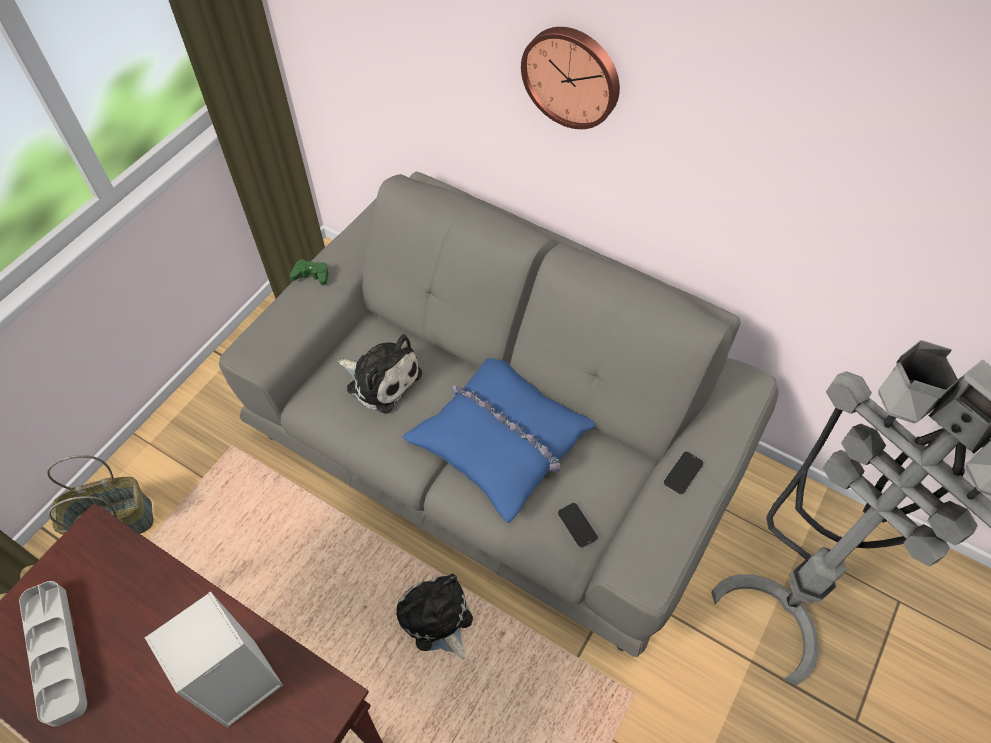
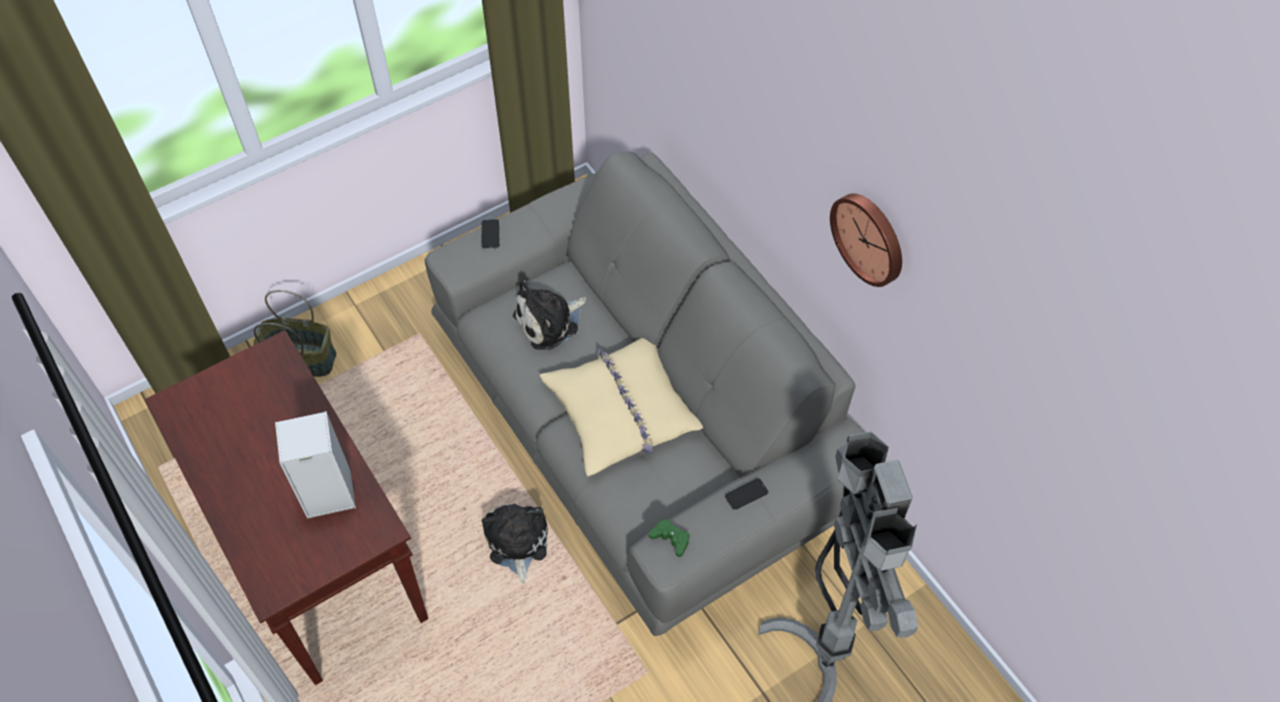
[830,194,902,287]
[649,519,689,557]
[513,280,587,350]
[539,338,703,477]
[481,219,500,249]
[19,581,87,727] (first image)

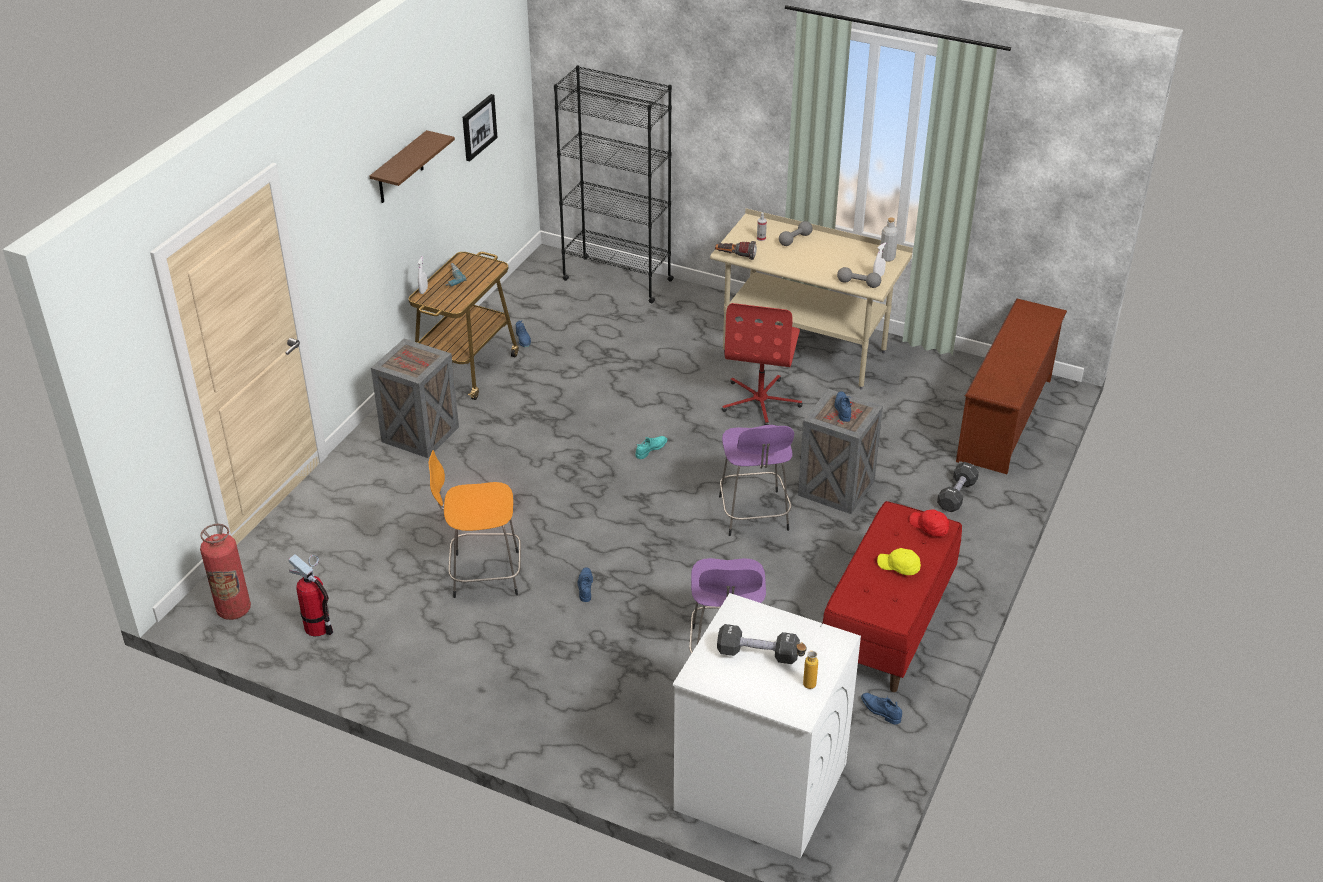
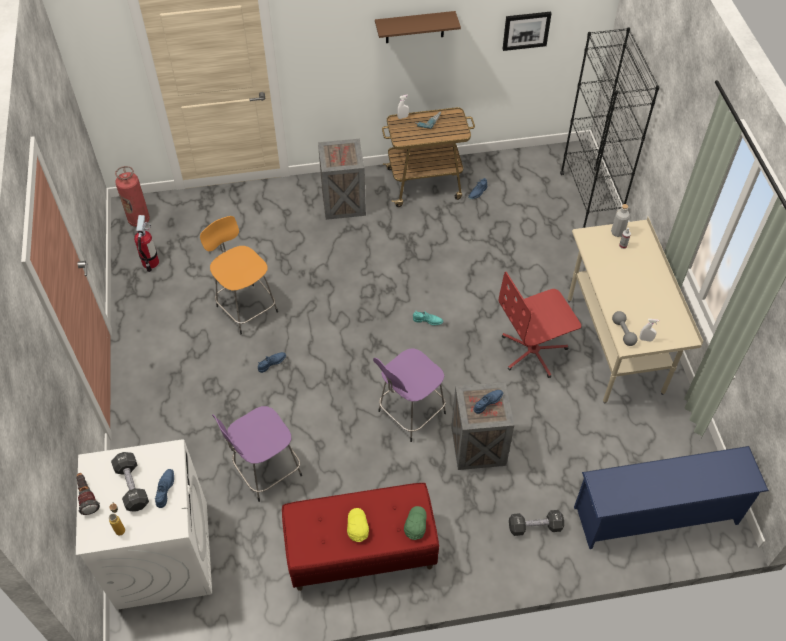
[611,204,630,237]
[779,221,813,246] (first image)
[76,473,100,515]
[574,446,769,549]
[404,506,427,540]
[155,469,174,508]

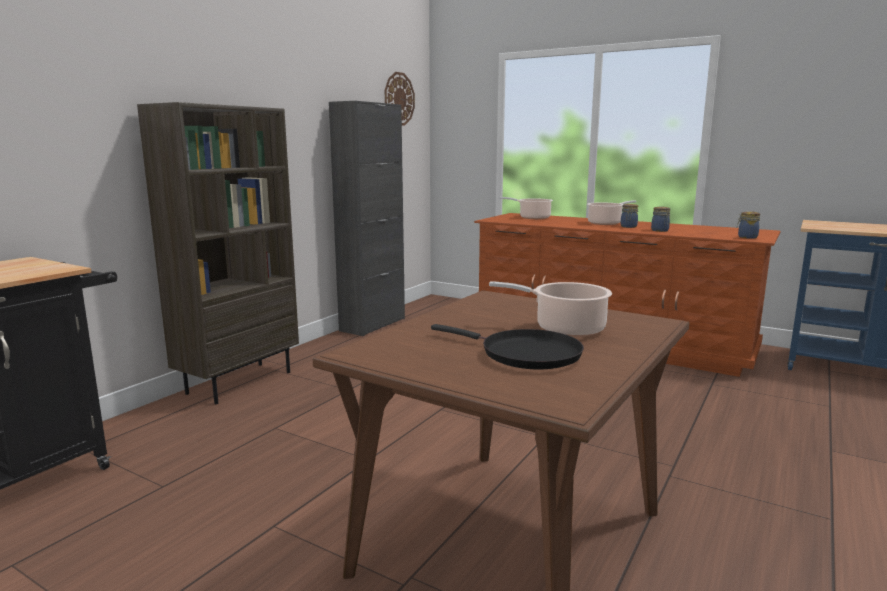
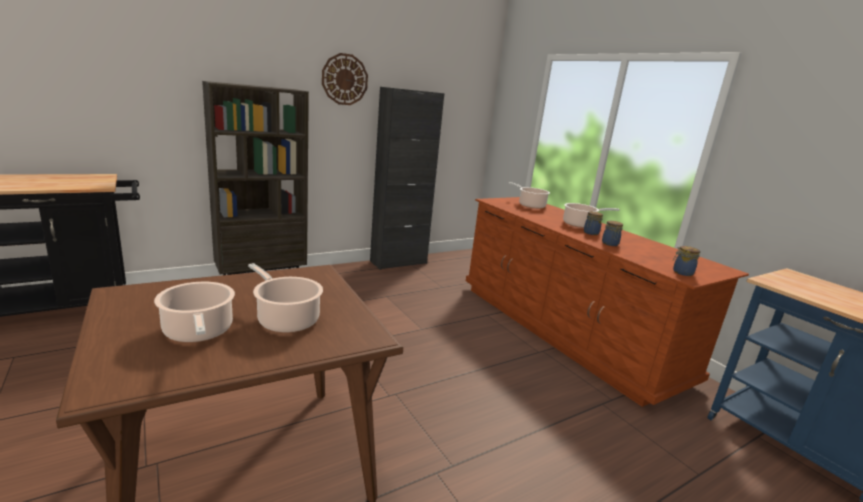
[322,53,368,105]
[154,282,235,343]

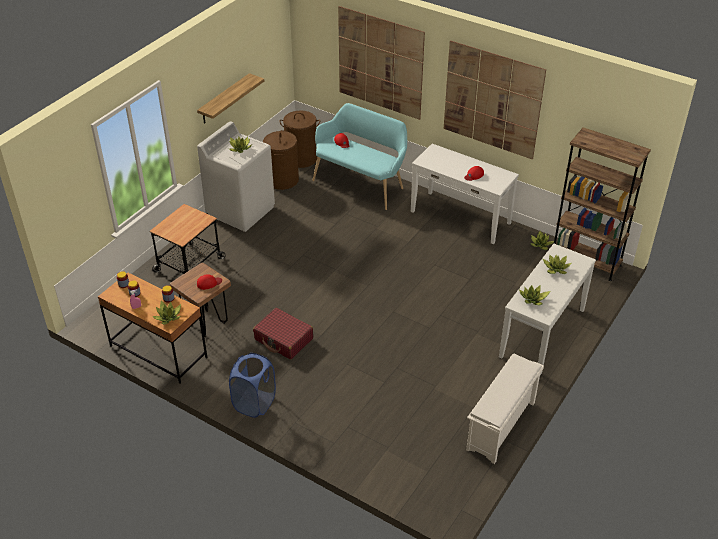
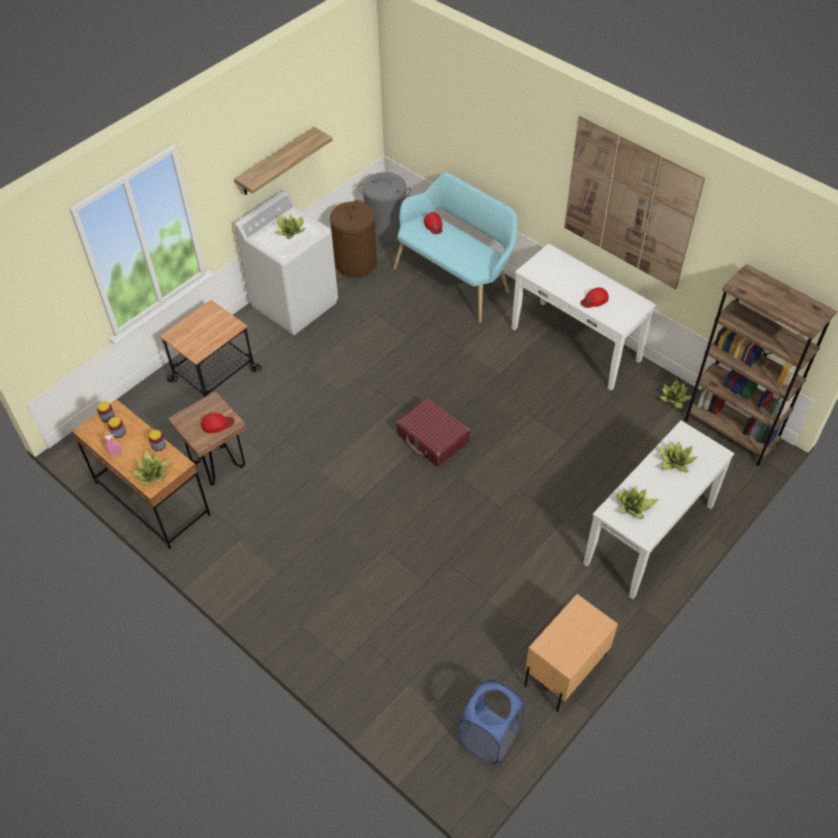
[338,6,425,120] (first image)
[358,172,411,247]
[396,398,470,467]
[459,680,525,765]
[524,594,618,712]

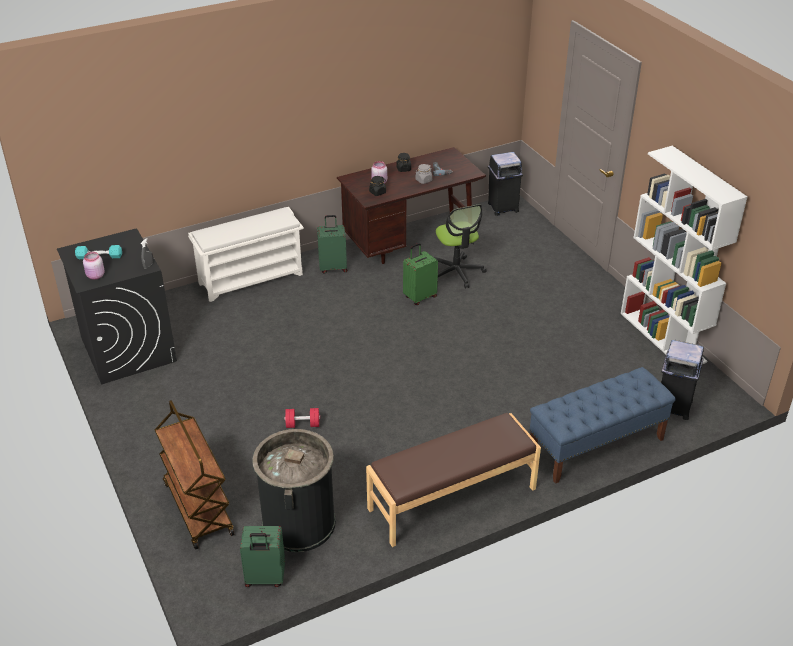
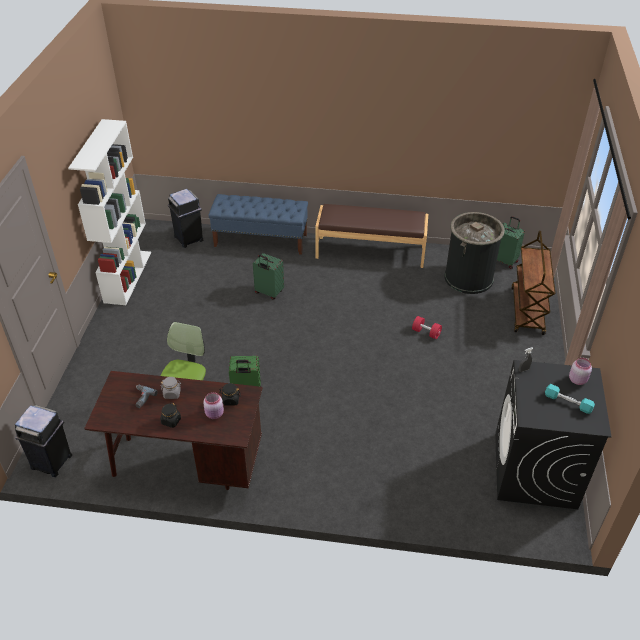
[188,207,304,302] (first image)
[253,253,284,300]

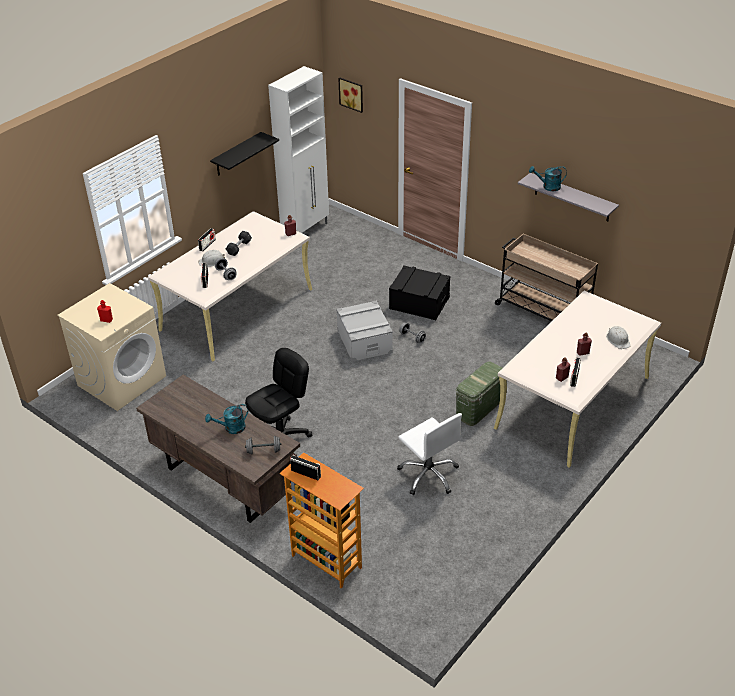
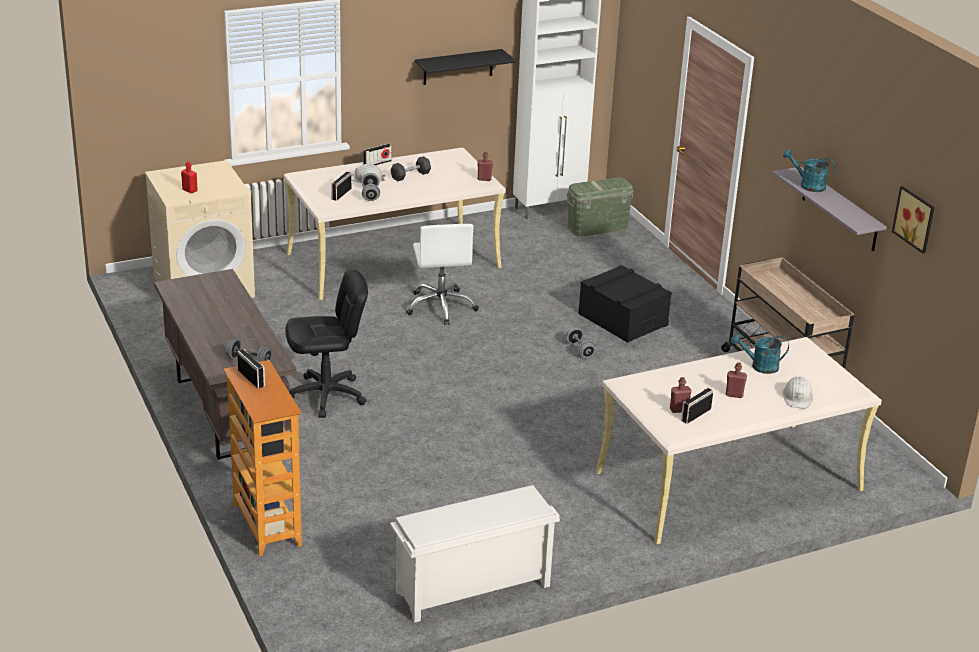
[892,186,935,253]
[336,300,393,362] (first image)
[567,177,634,237]
[731,333,789,374]
[406,224,479,325]
[390,485,560,623]

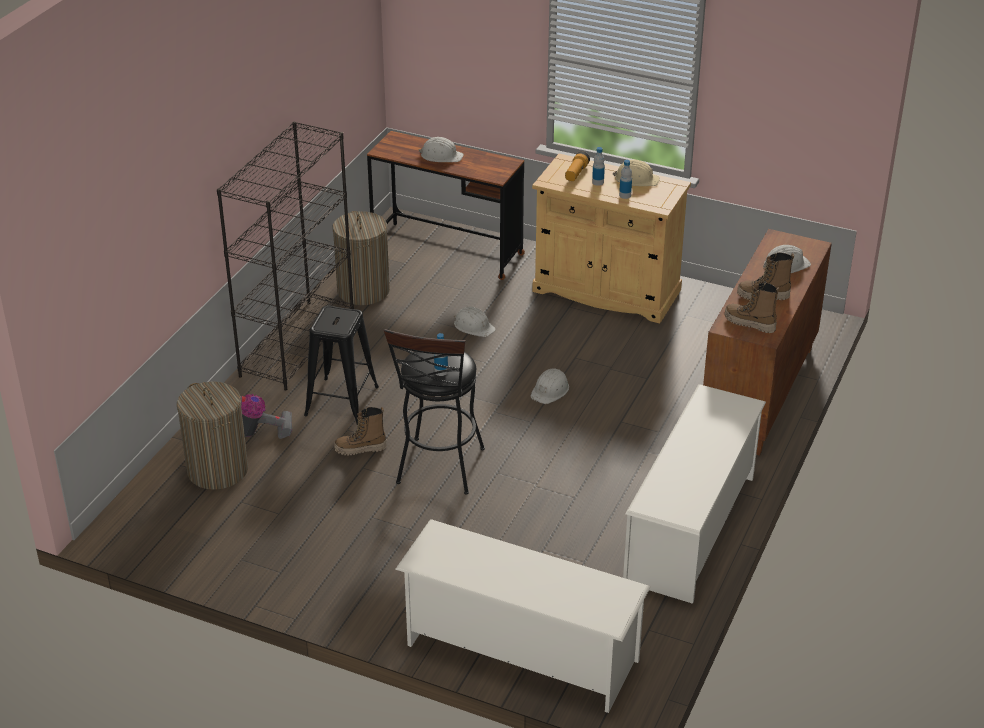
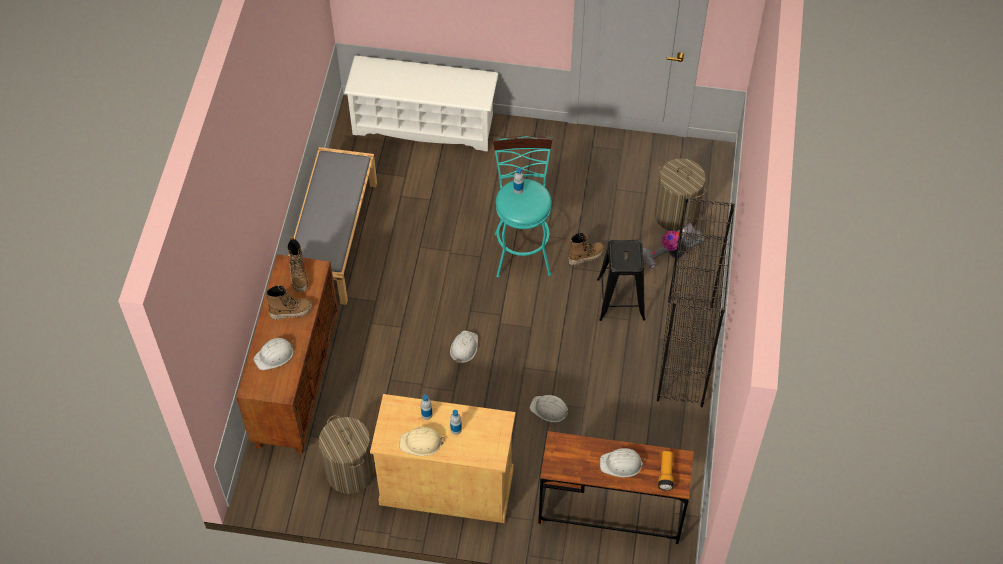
[658,451,674,491]
[319,415,375,494]
[287,237,308,292]
[493,136,553,278]
[288,147,377,305]

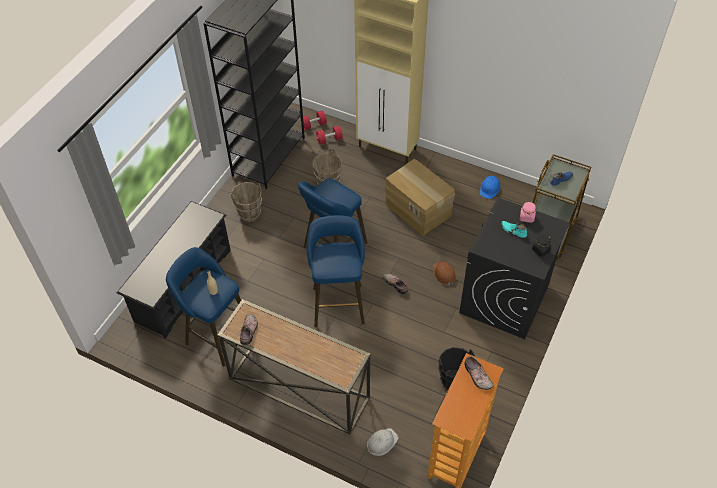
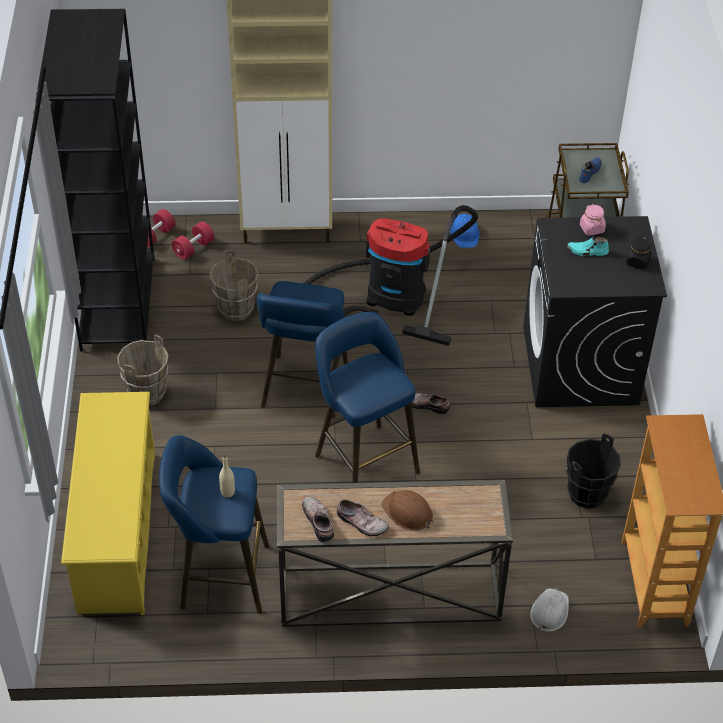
[303,205,478,346]
[61,392,155,615]
[381,490,433,531]
[337,499,389,536]

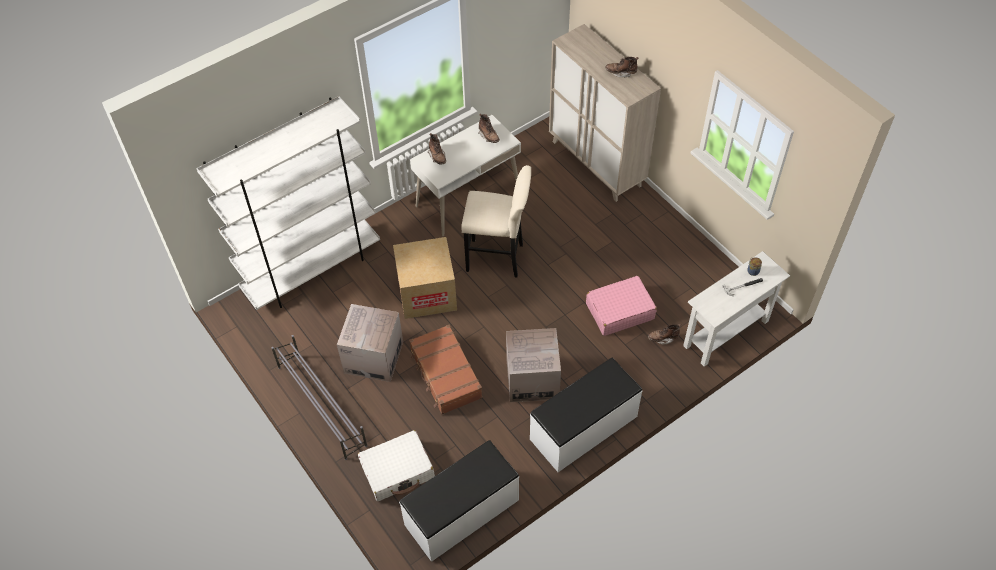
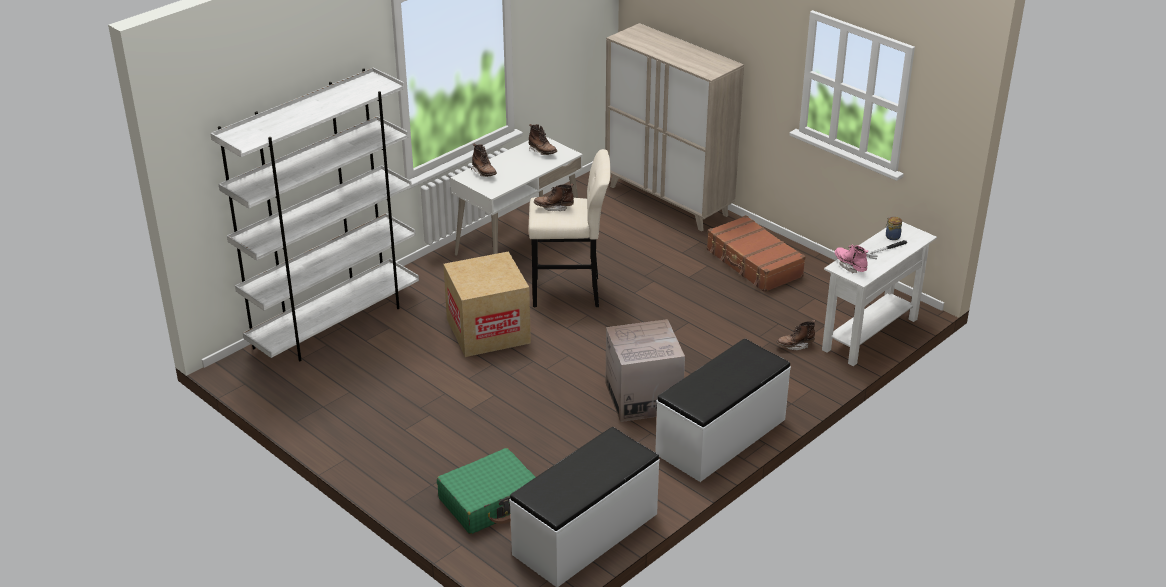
[534,183,574,211]
[586,276,657,336] (first image)
[337,304,403,382] (first image)
[707,215,806,292]
[271,335,367,460] (first image)
[437,448,535,534]
[834,244,868,273]

